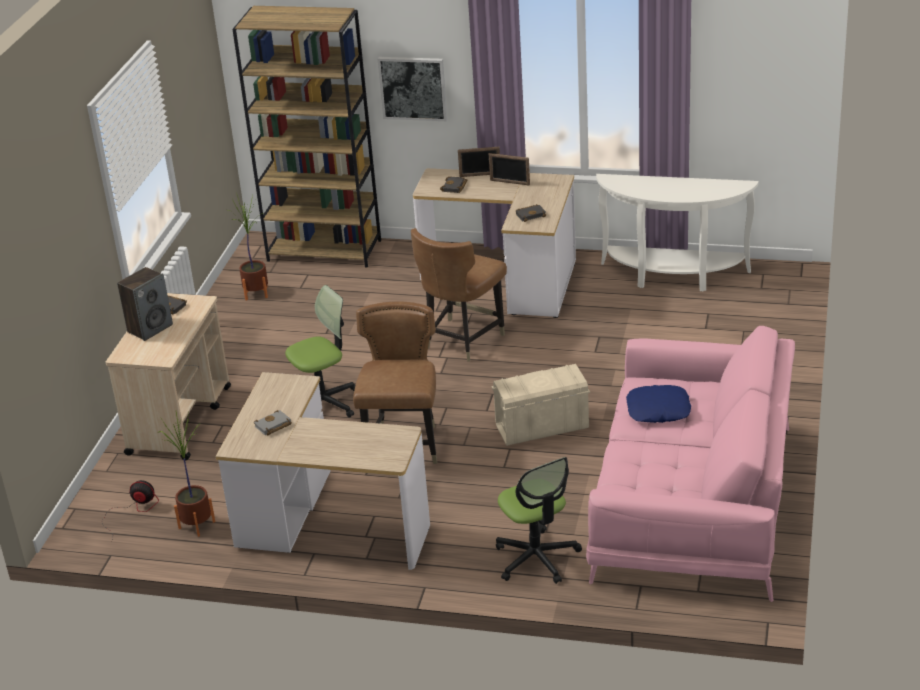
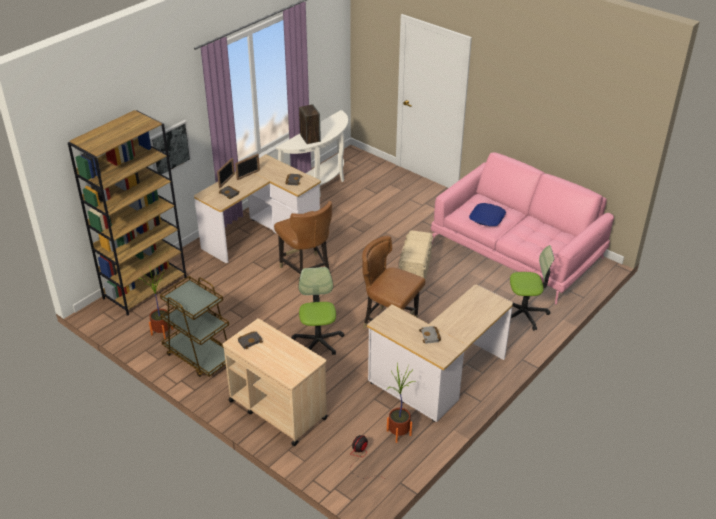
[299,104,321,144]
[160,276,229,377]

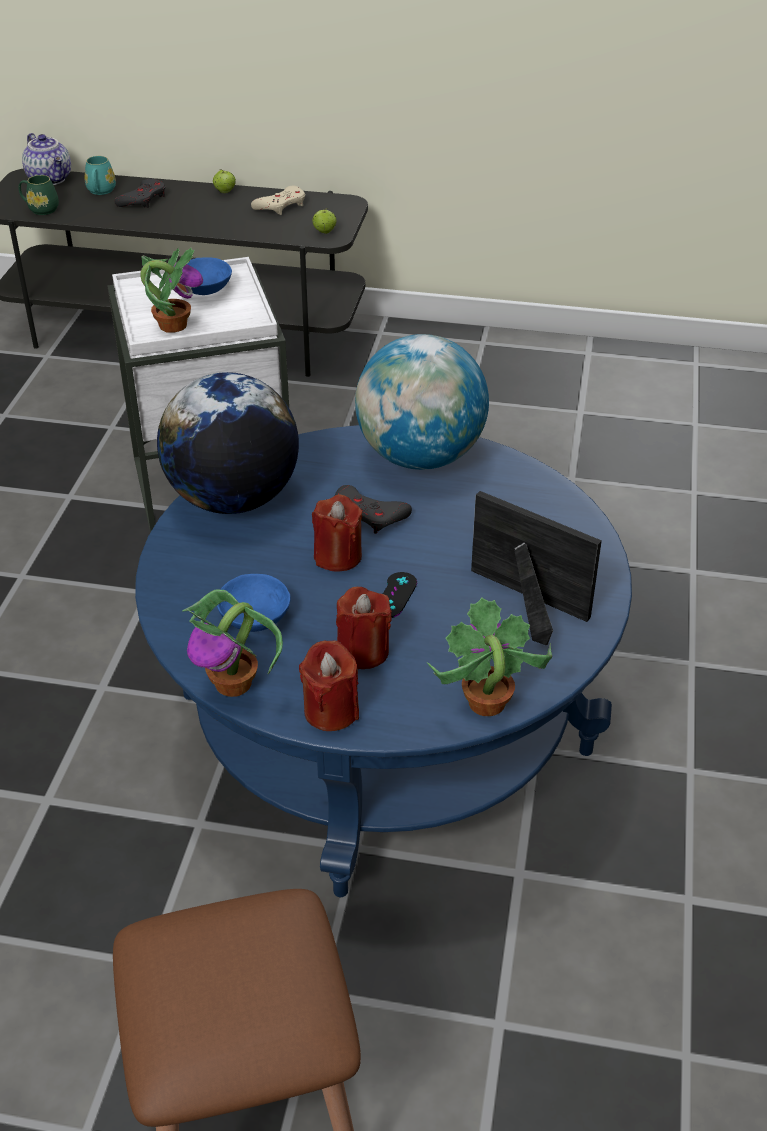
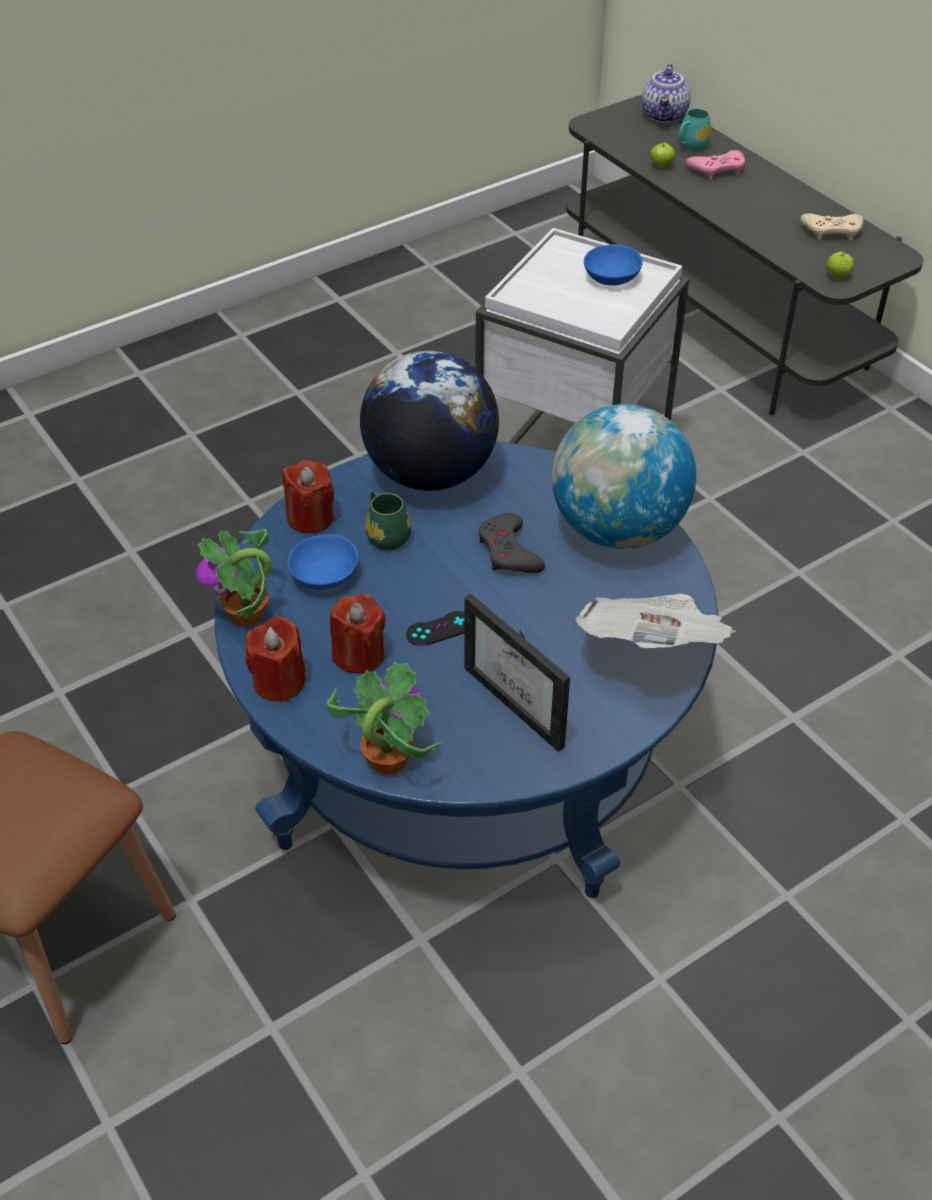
[651,141,675,168]
[365,491,411,550]
[686,150,745,180]
[140,247,203,333] (first image)
[464,594,570,752]
[283,460,335,533]
[576,593,736,648]

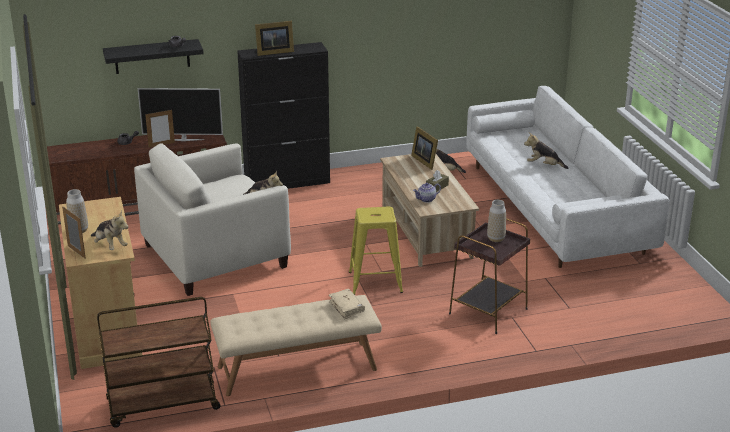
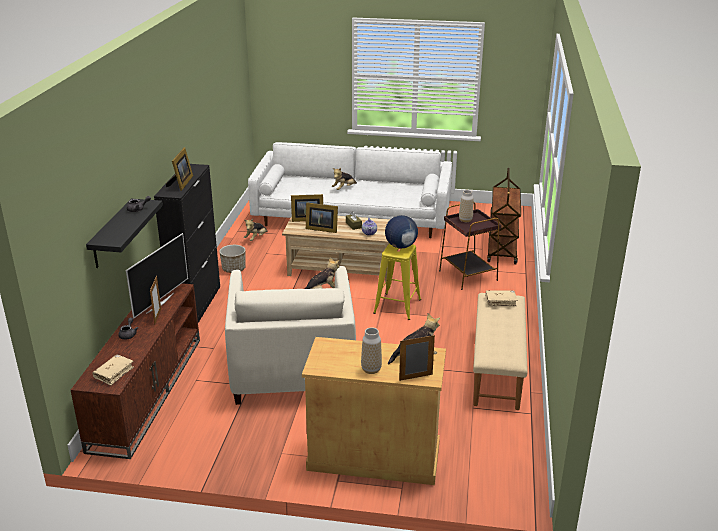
[487,168,521,264]
[306,203,338,233]
[385,215,418,248]
[219,245,246,273]
[92,354,134,385]

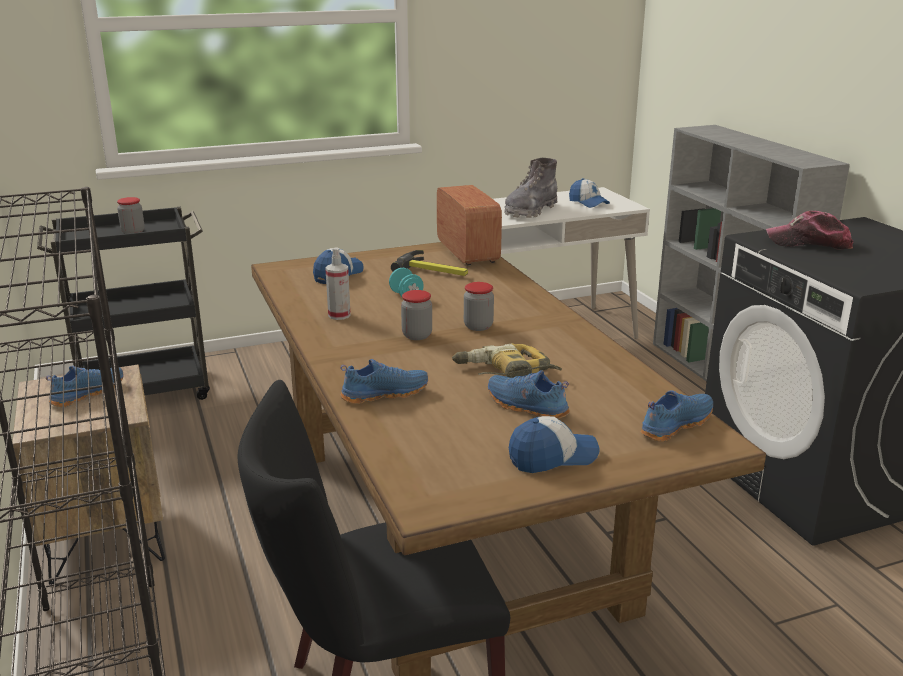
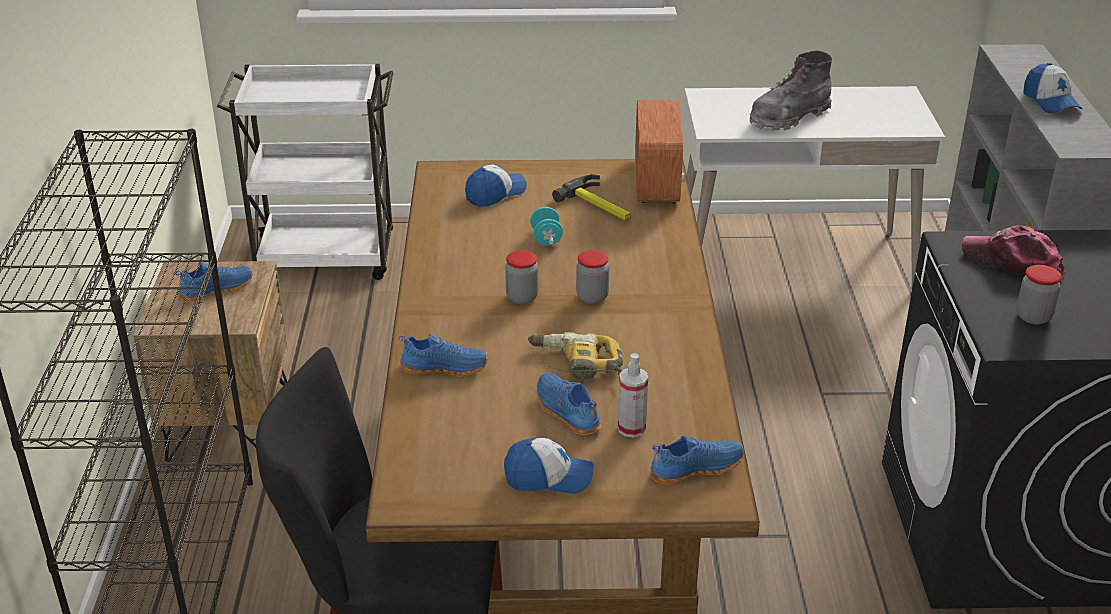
[1023,63,1082,113]
[1016,265,1062,325]
[217,64,393,280]
[618,353,648,437]

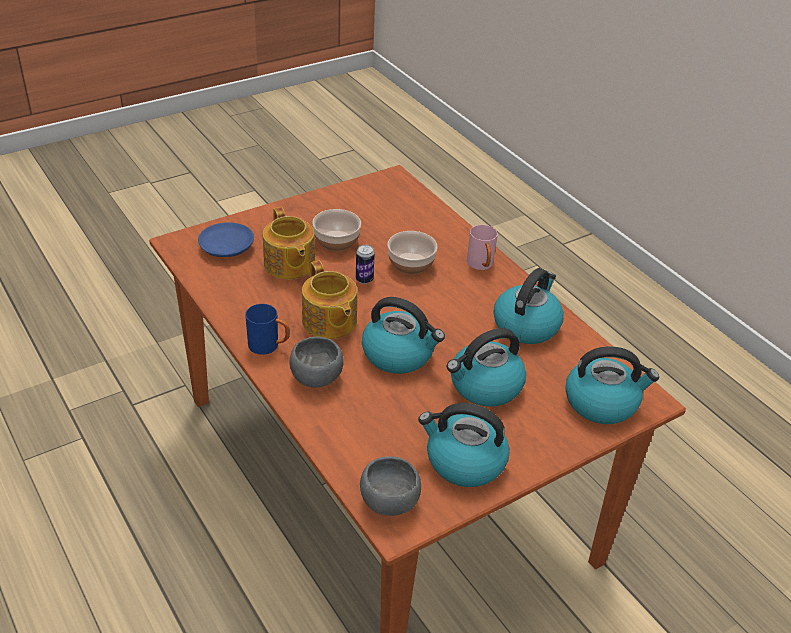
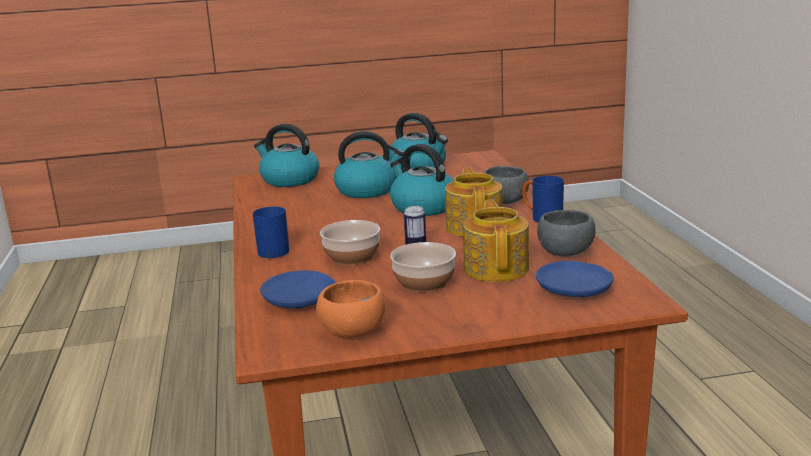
[252,206,289,258]
[493,268,564,344] (first image)
[537,210,596,256]
[260,271,336,309]
[316,280,385,338]

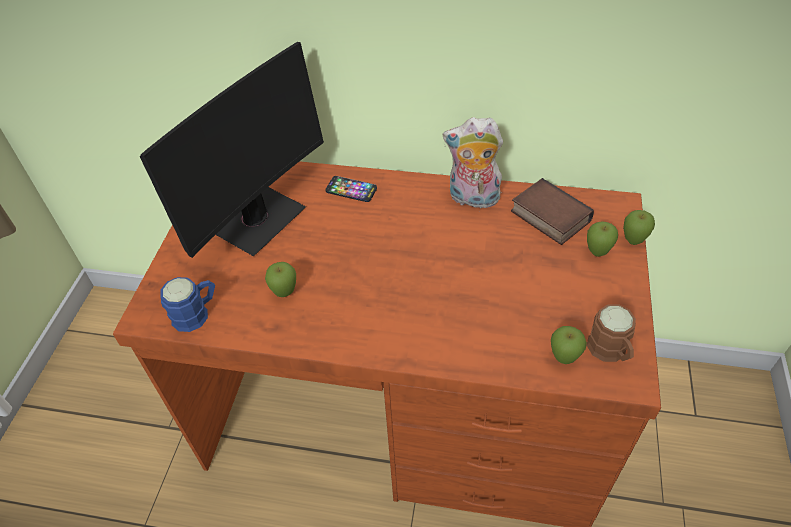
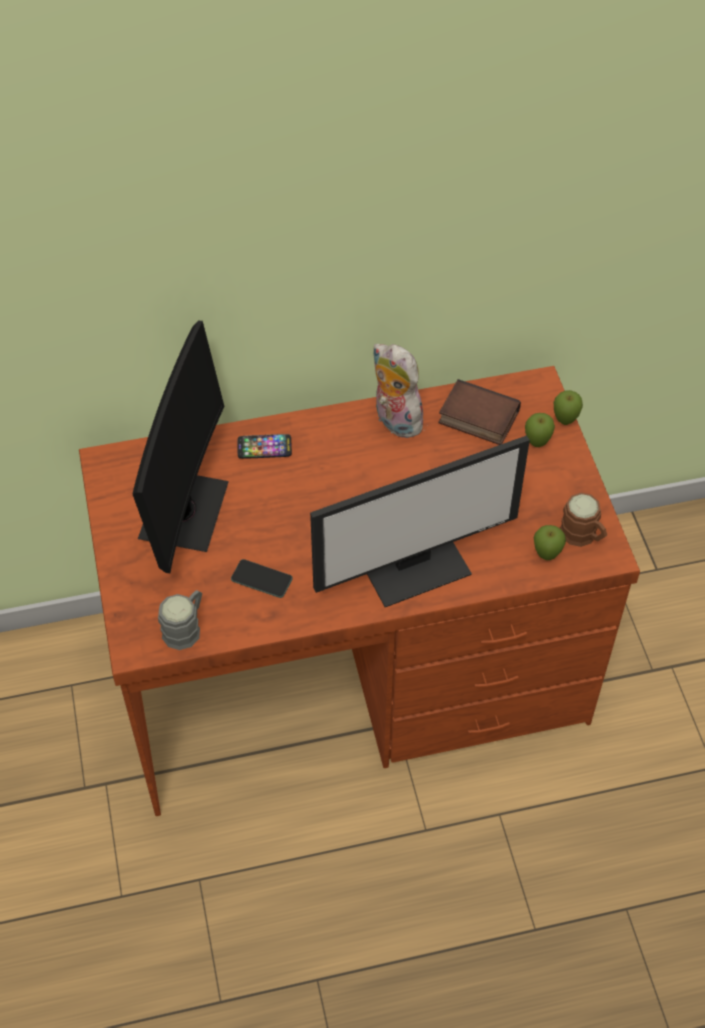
[372,344,423,438]
[231,559,293,598]
[158,590,202,650]
[310,435,530,607]

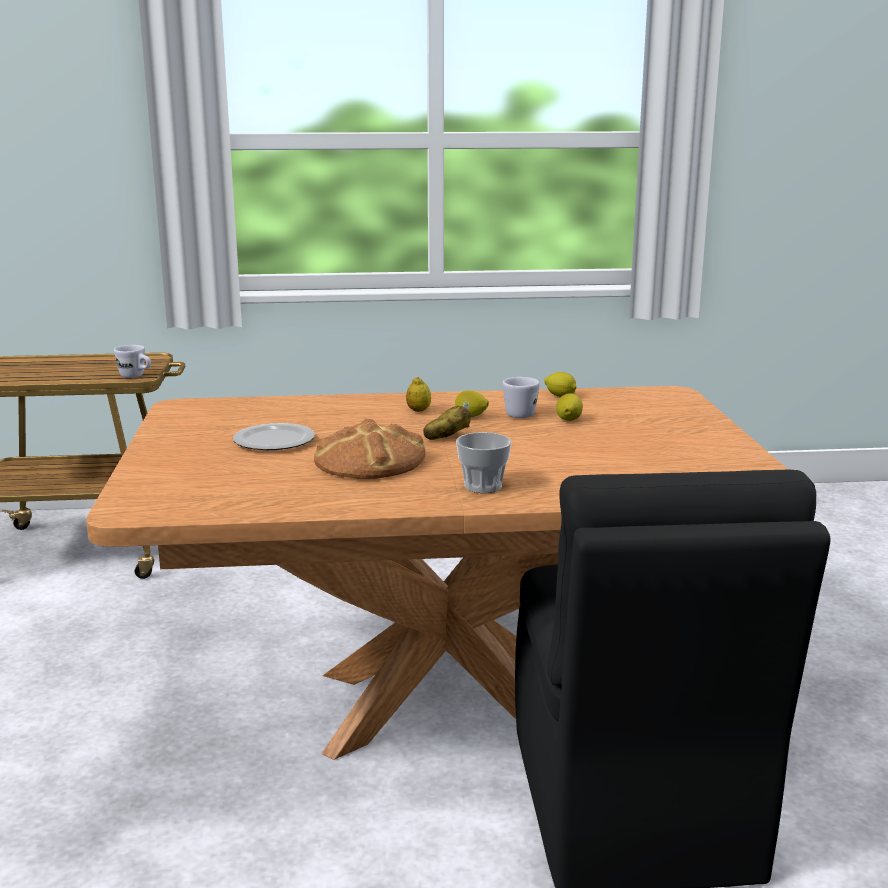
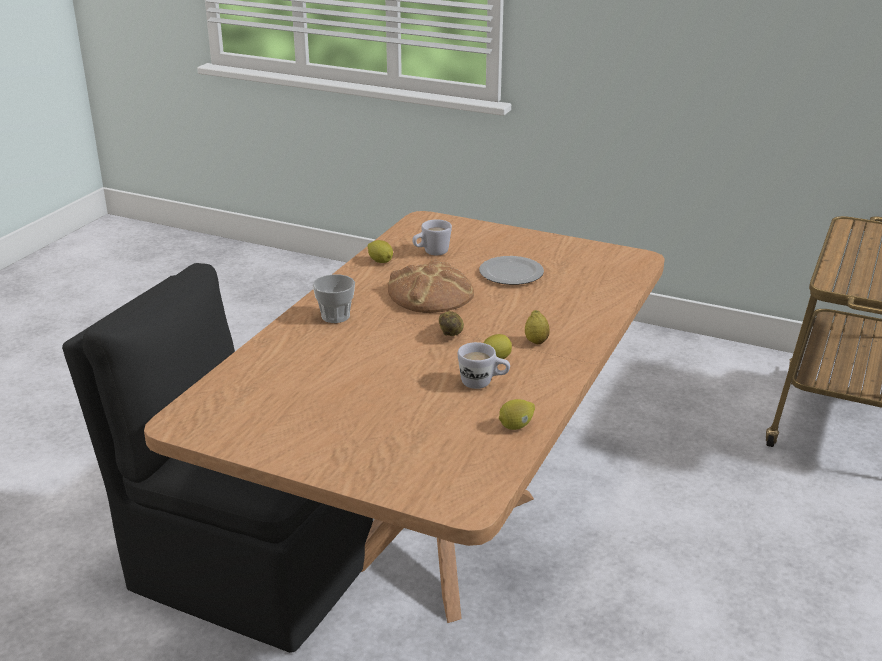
[412,219,452,255]
[368,240,393,263]

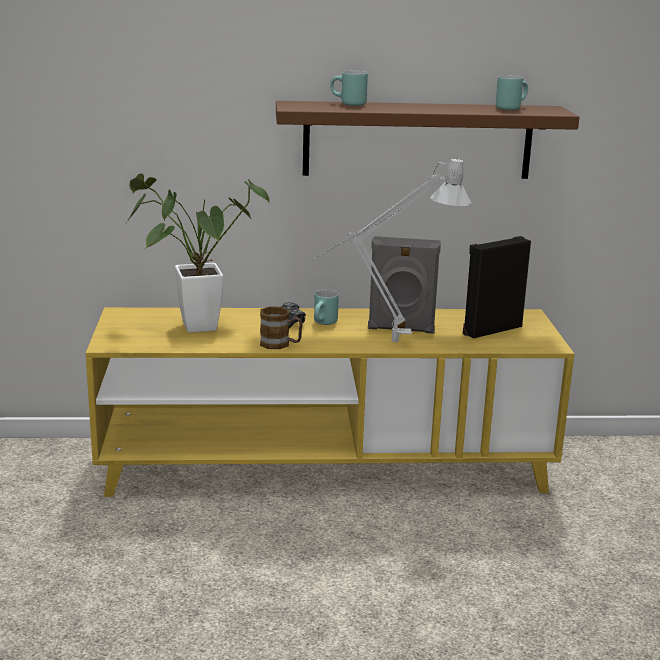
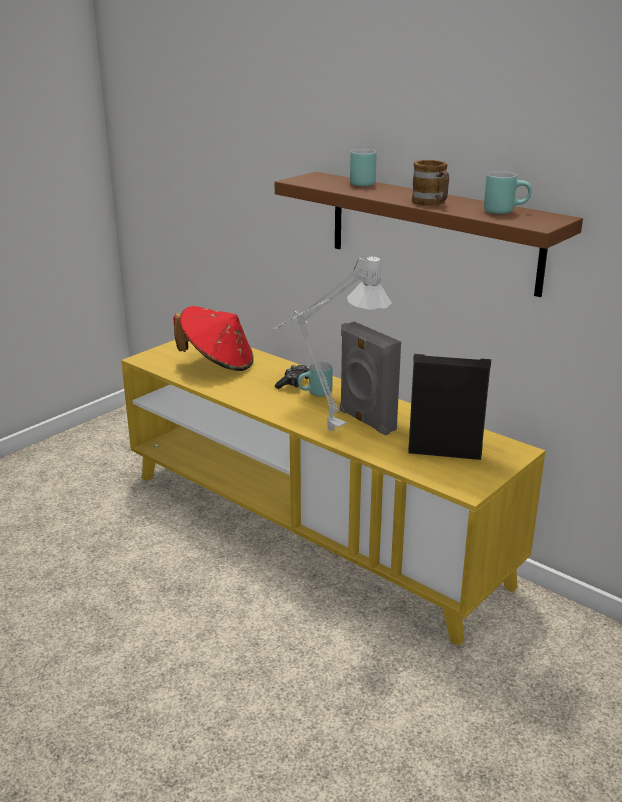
[174,306,254,371]
[412,160,449,205]

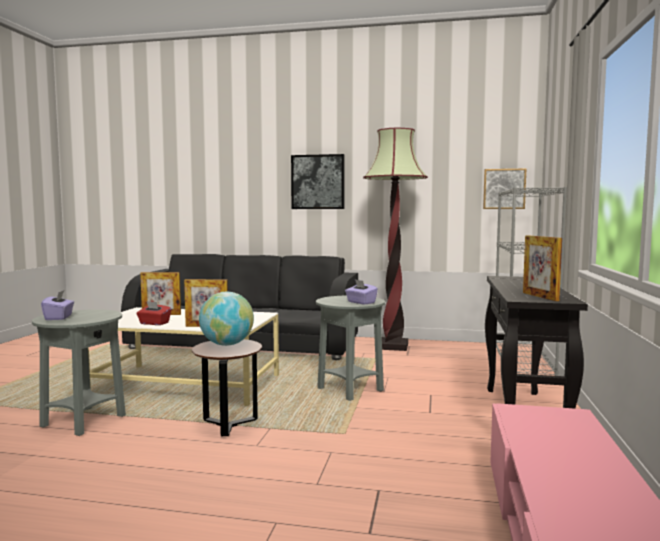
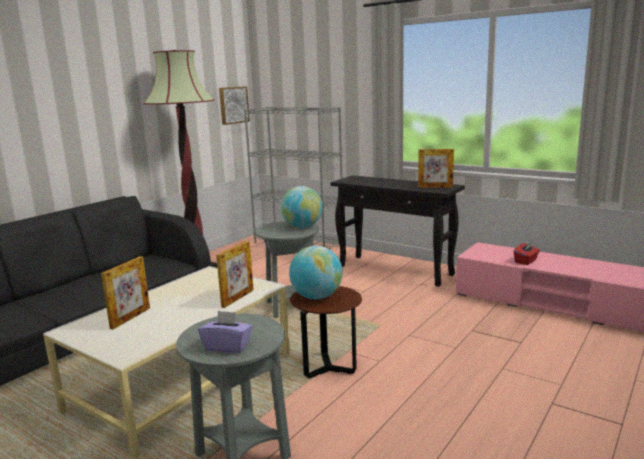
[291,154,345,209] (first image)
[280,186,323,228]
[514,241,540,265]

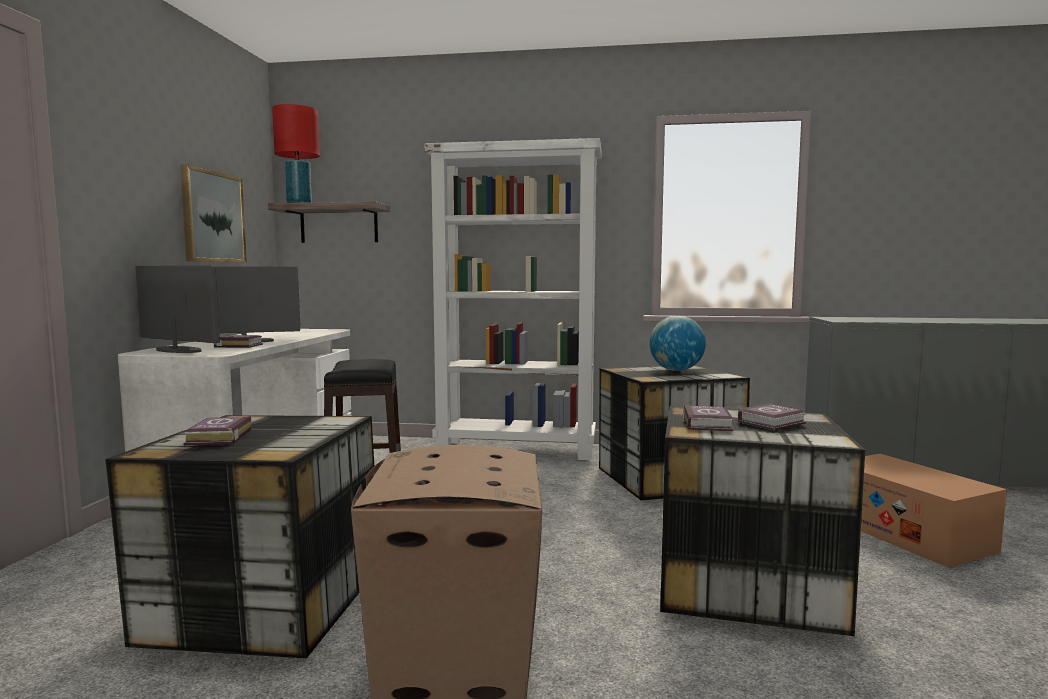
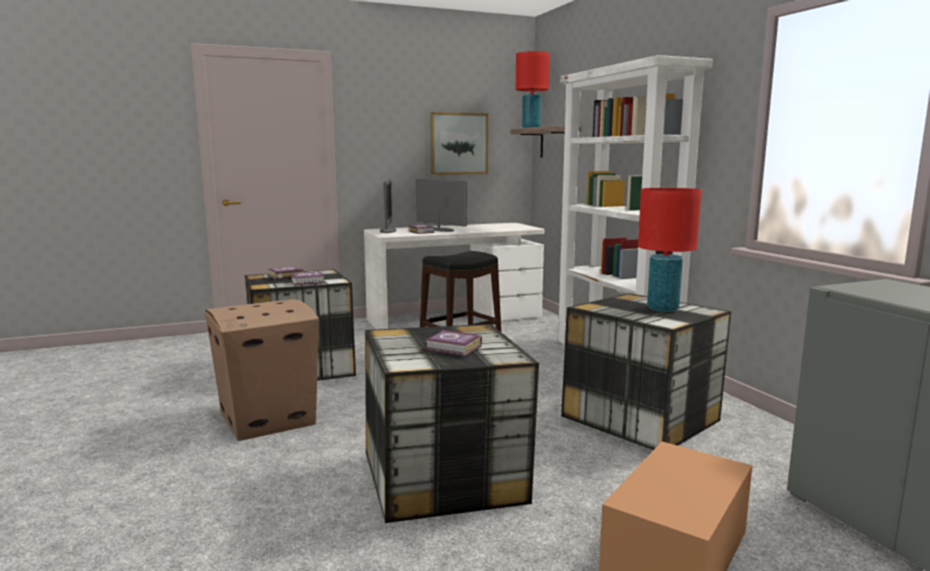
[638,188,702,312]
[291,271,325,286]

